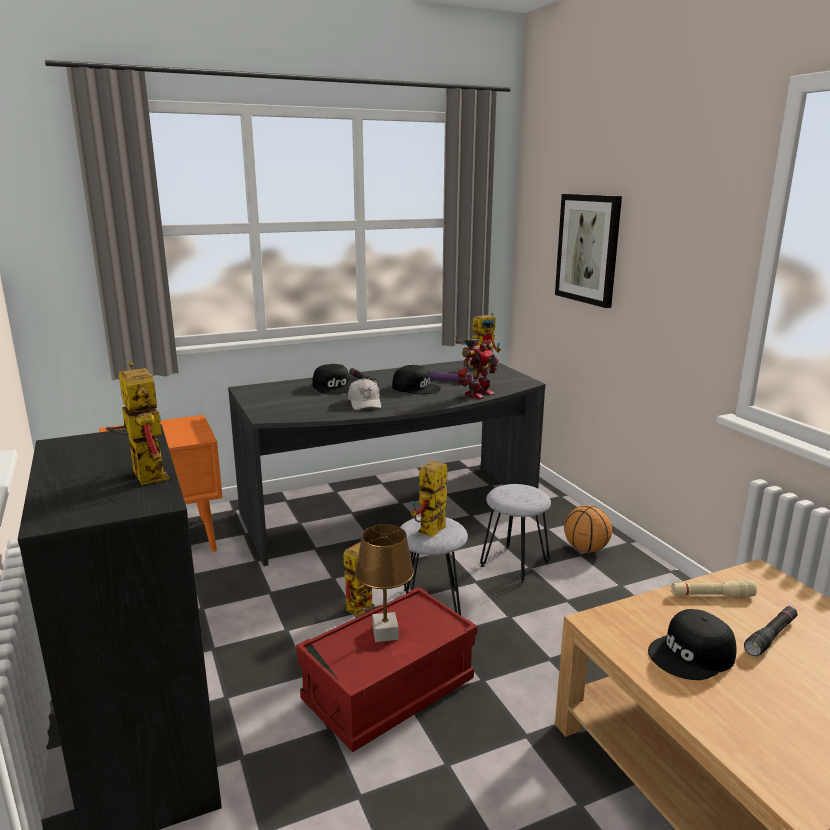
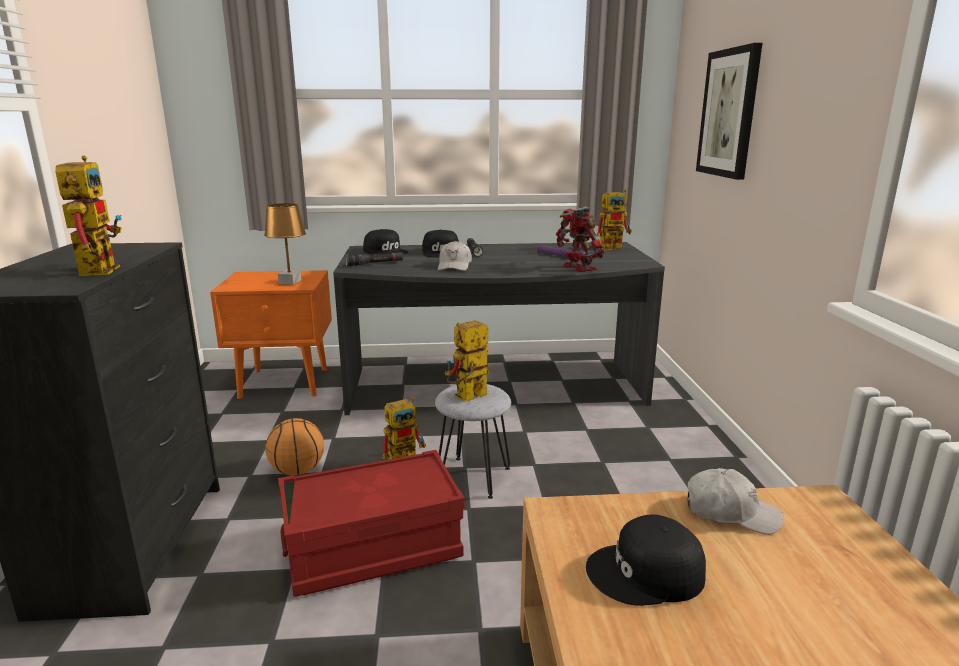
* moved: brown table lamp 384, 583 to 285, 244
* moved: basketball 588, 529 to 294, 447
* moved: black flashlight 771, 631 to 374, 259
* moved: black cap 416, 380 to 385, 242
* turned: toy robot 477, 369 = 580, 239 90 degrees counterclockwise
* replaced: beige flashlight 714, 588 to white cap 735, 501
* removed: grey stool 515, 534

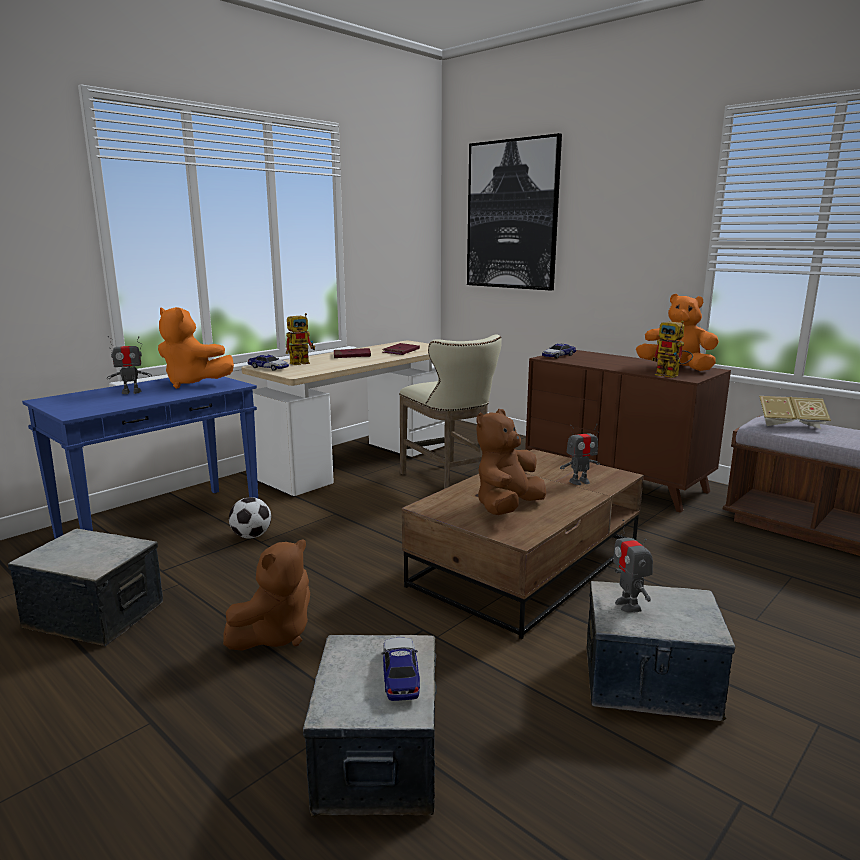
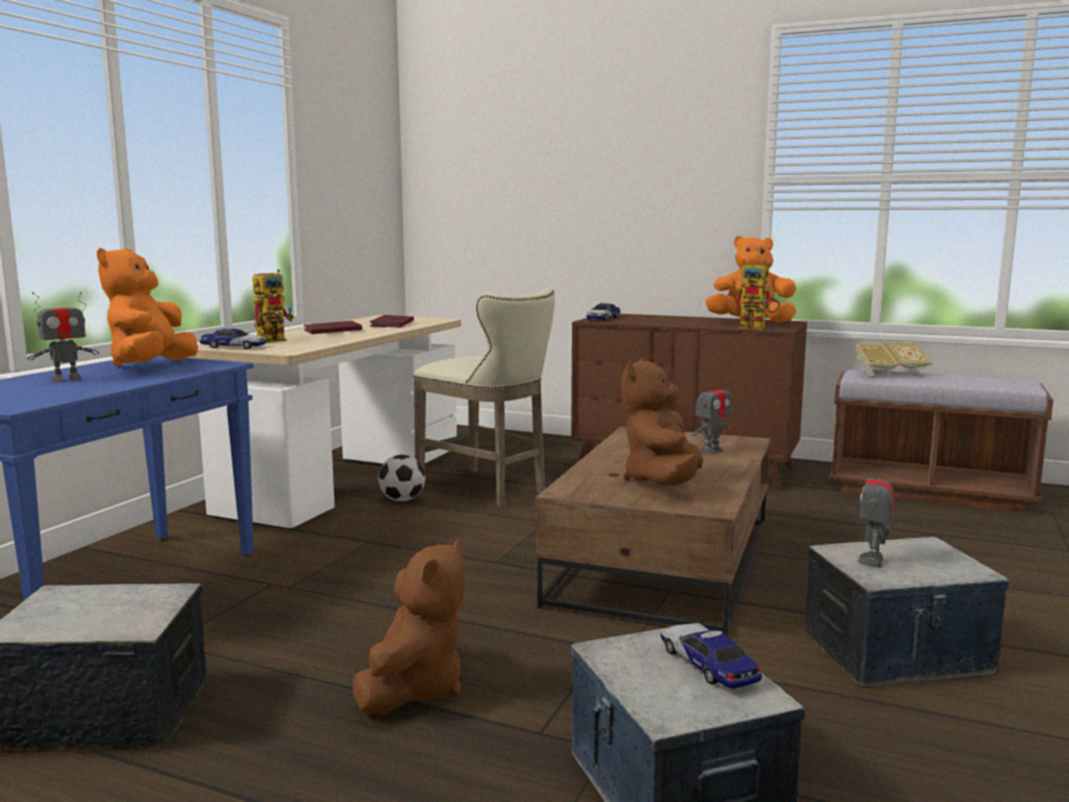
* turned: orange plush toy 196, 348 = 147, 307 90 degrees clockwise
* moved: football 250, 518 to 401, 478
* turned: toy robot 633, 566 = 876, 513 60 degrees clockwise
* removed: picture 514, 212

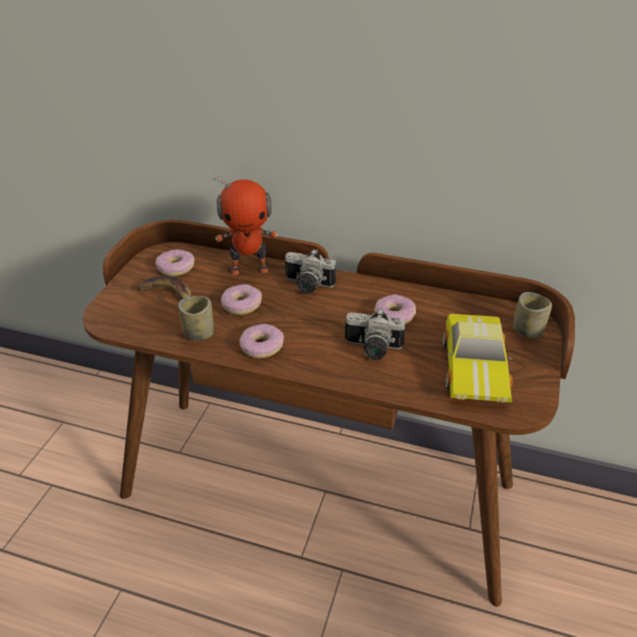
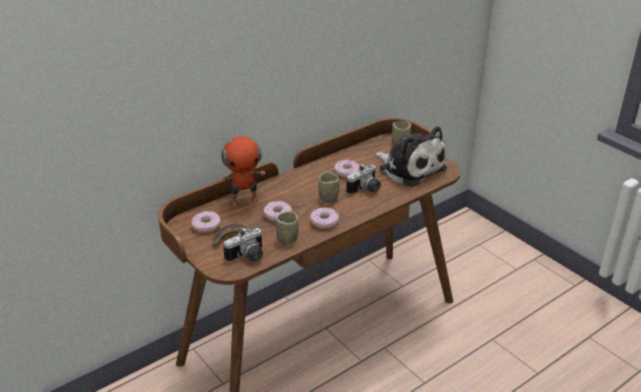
* turned: toy robot 245, 224 = 242, 169 45 degrees clockwise
* moved: photo camera 310, 271 to 243, 245
* added: cup 329, 187
* replaced: toy car 478, 358 to plush toy 411, 156

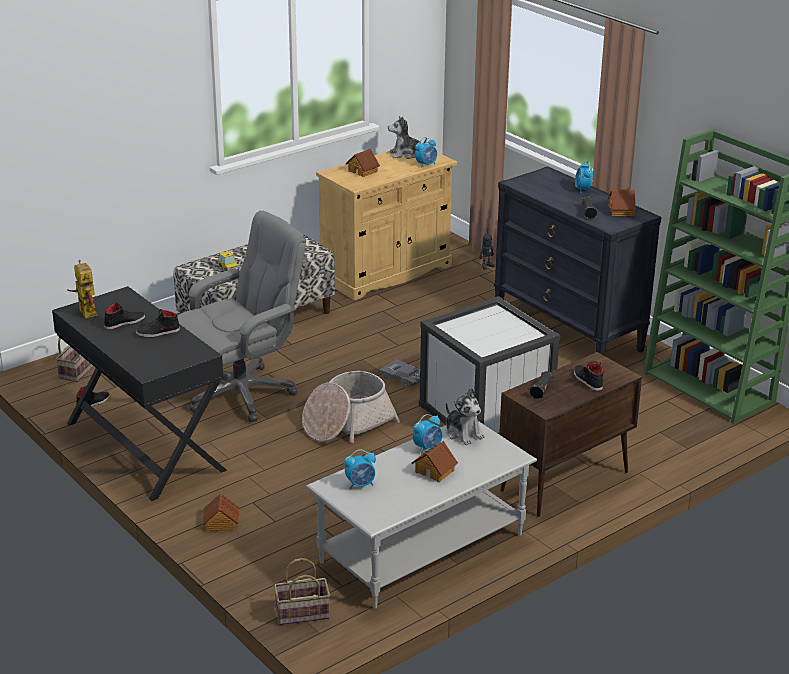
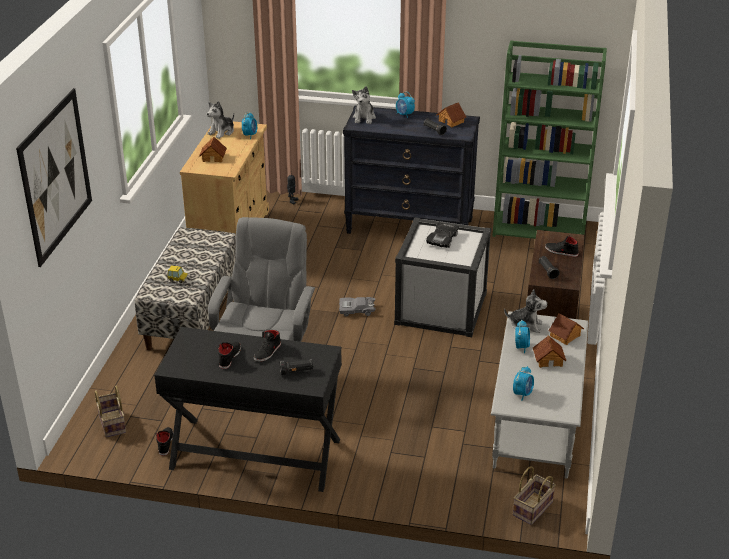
* added: picture 54, 177
* added: black flashlight 297, 367
* added: plush toy 364, 105
* added: black toy car 442, 235
* moved: toy house 220, 512 to 566, 329
* removed: toy robot 82, 289
* removed: basket 351, 407

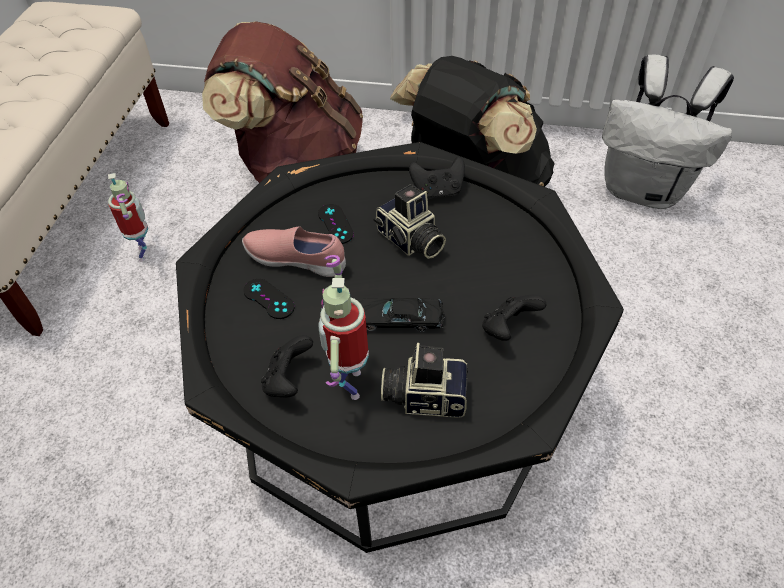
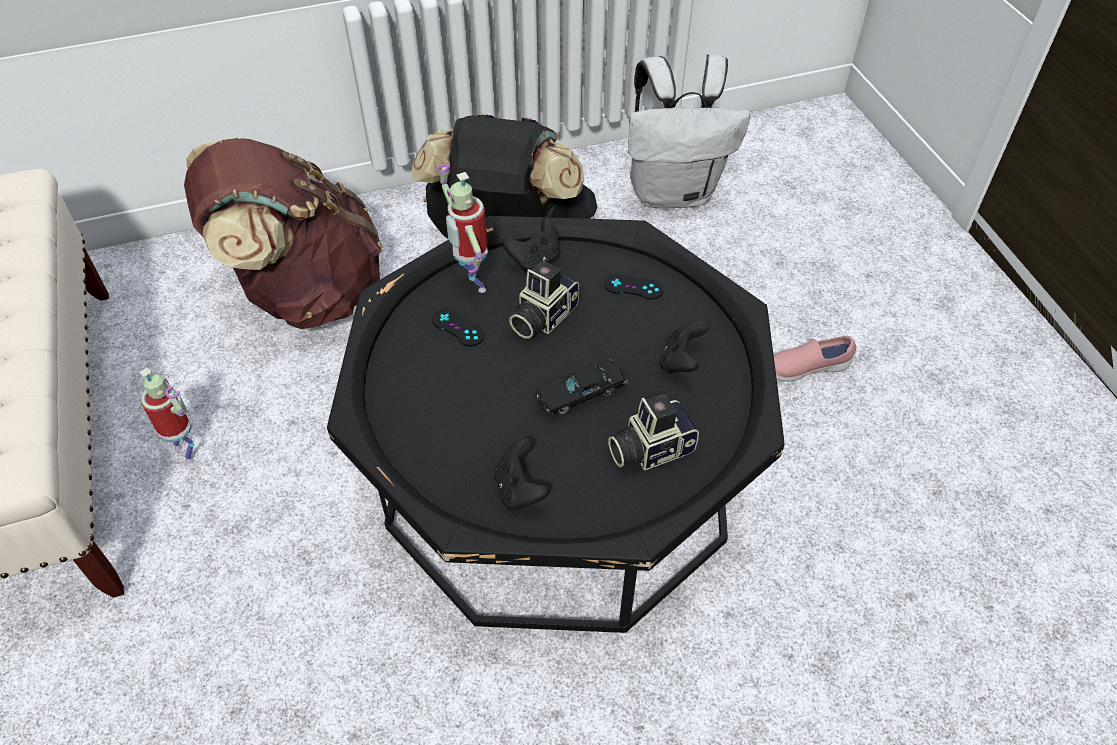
* moved: toy robot 344, 327 to 461, 228
* turned: photo camera 409, 221 = 544, 300 105 degrees clockwise
* moved: black game controller 269, 299 to 634, 287
* moved: pink shoe 294, 251 to 815, 359

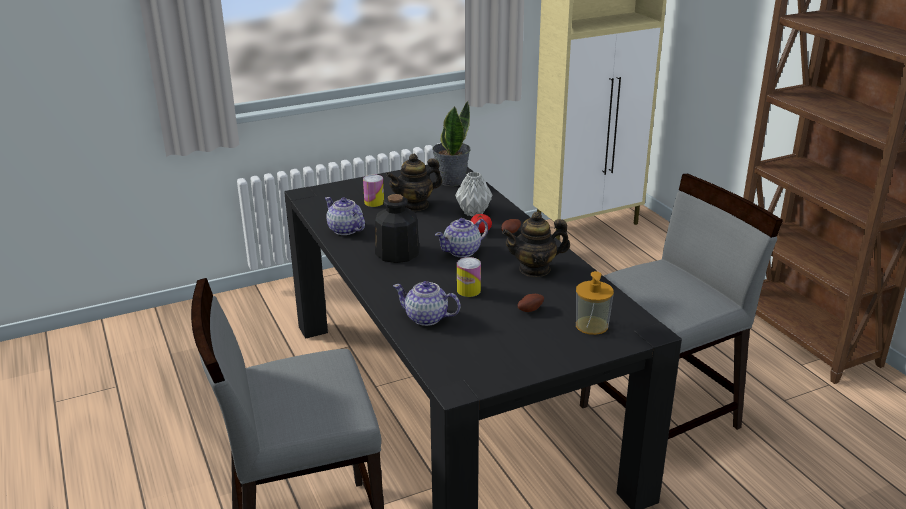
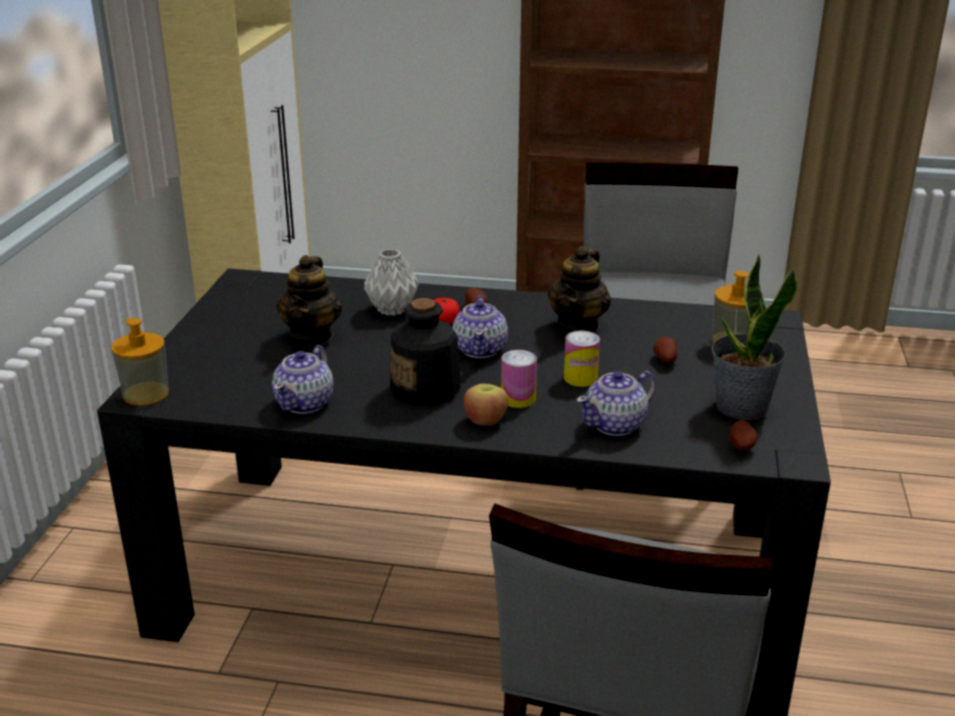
* added: soap dispenser 140, 361
* turned: teapot 345, 216 = 302, 379 60 degrees counterclockwise
* added: apple 486, 405
* moved: can 373, 190 to 519, 379
* moved: potted plant 451, 143 to 755, 337
* added: potato 744, 435

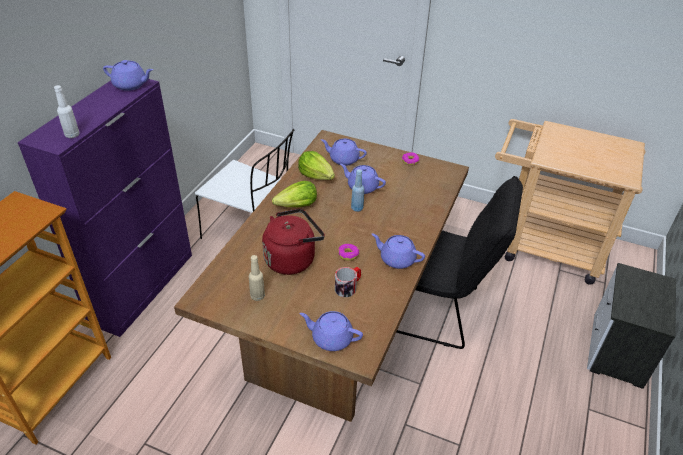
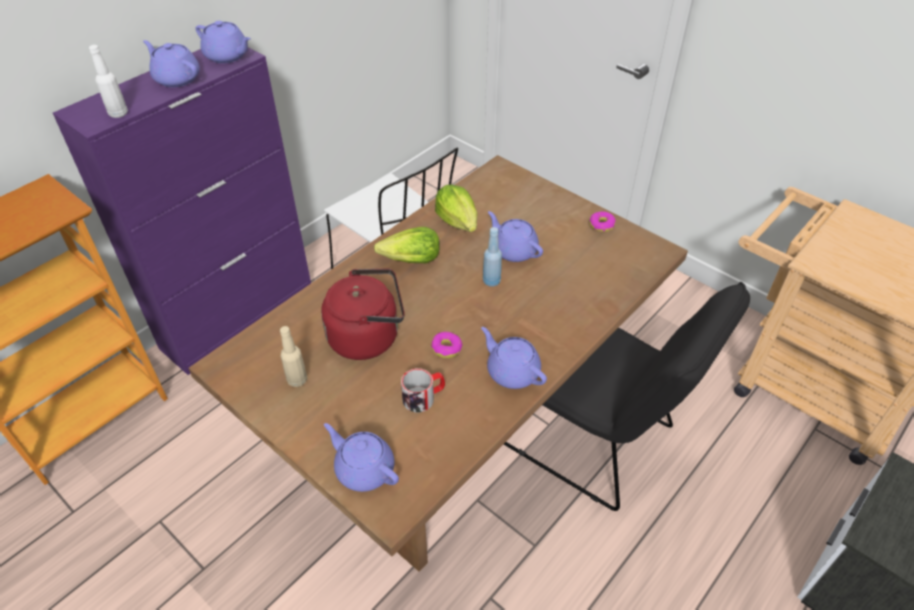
* moved: purple teapot 344, 152 to 171, 63

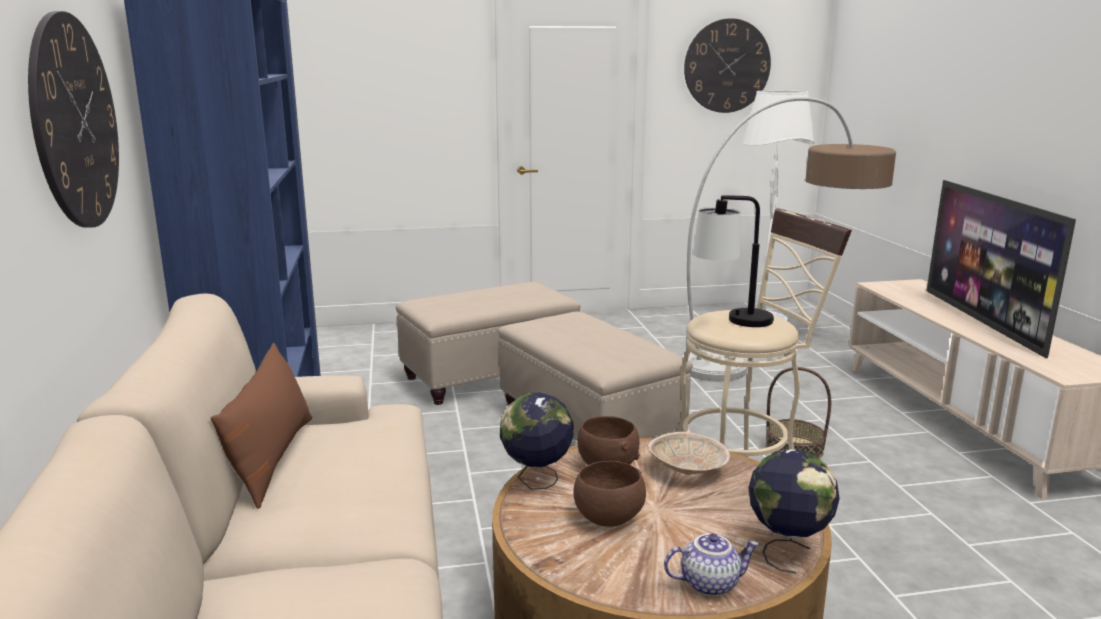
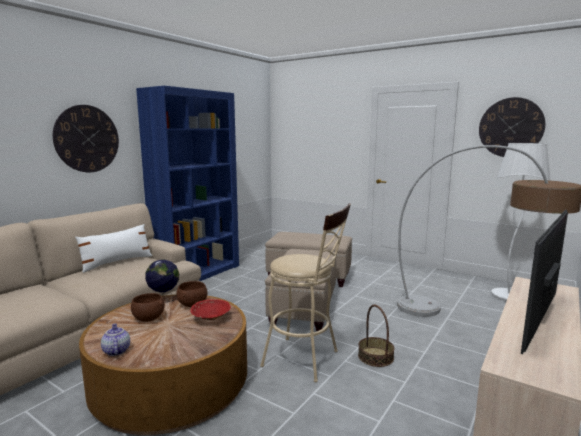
* recoloured: brown pillow 261, 426 to white pillow 113, 248
* turned: teapot 712, 564 = 115, 339 150 degrees counterclockwise
* recoloured: beige bowl 689, 453 to red bowl 210, 309
* removed: table lamp 733, 261
* removed: globe 794, 511

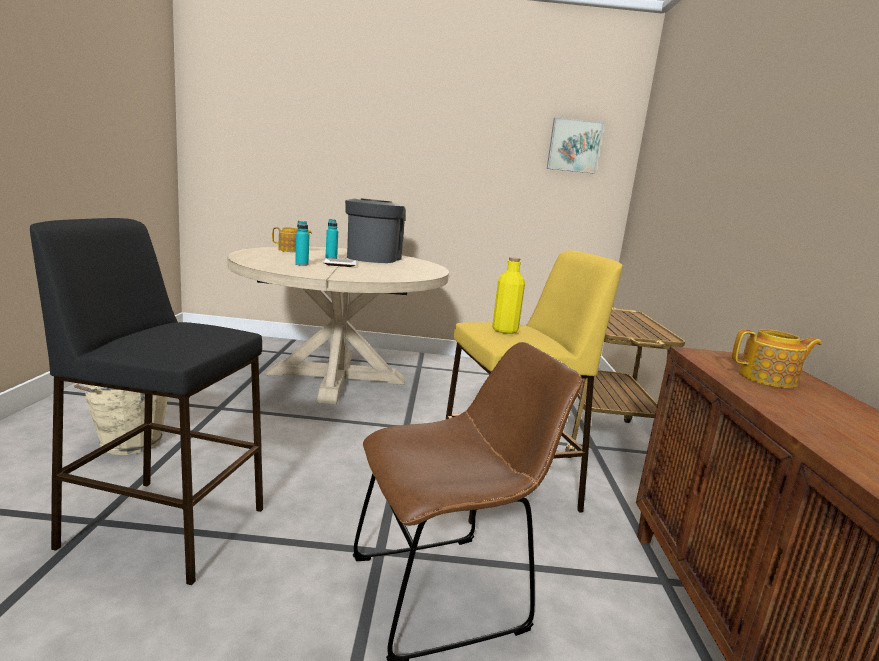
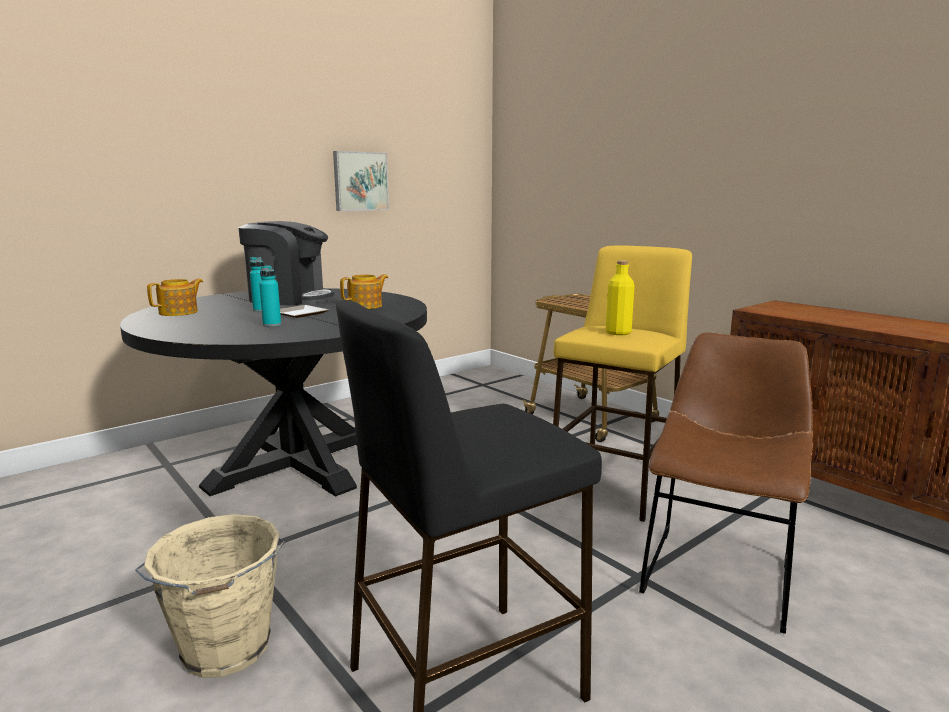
* recoloured: beige dining table 338, 325 to black dining table 273, 392
* turned: coffee machine 375, 230 = 286, 263 135 degrees clockwise
* moved: picture 575, 145 to 361, 181
* moved: teapot 776, 358 to 364, 291

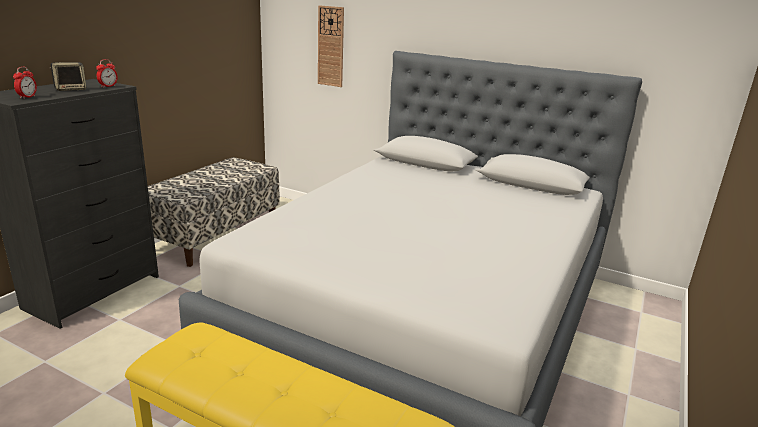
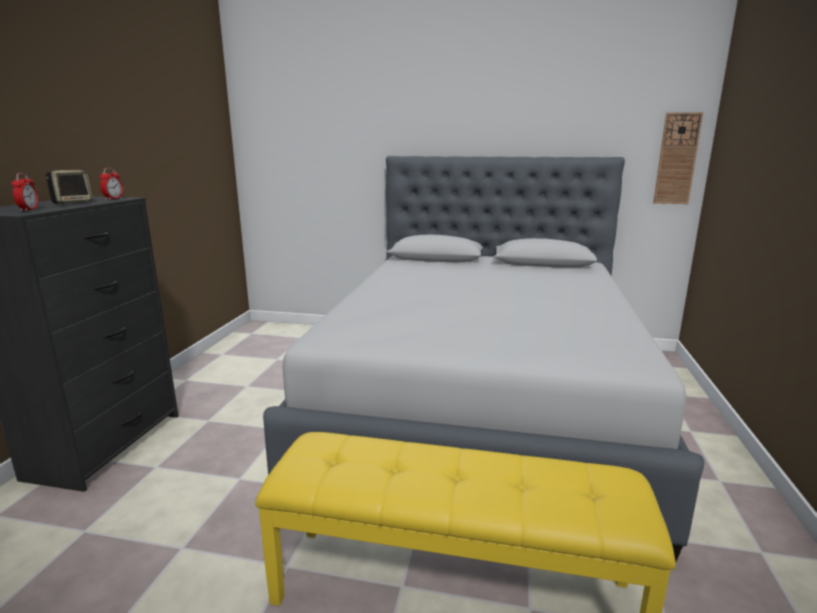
* moved: wall clock 331, 46 to 678, 158
* removed: bench 214, 212

